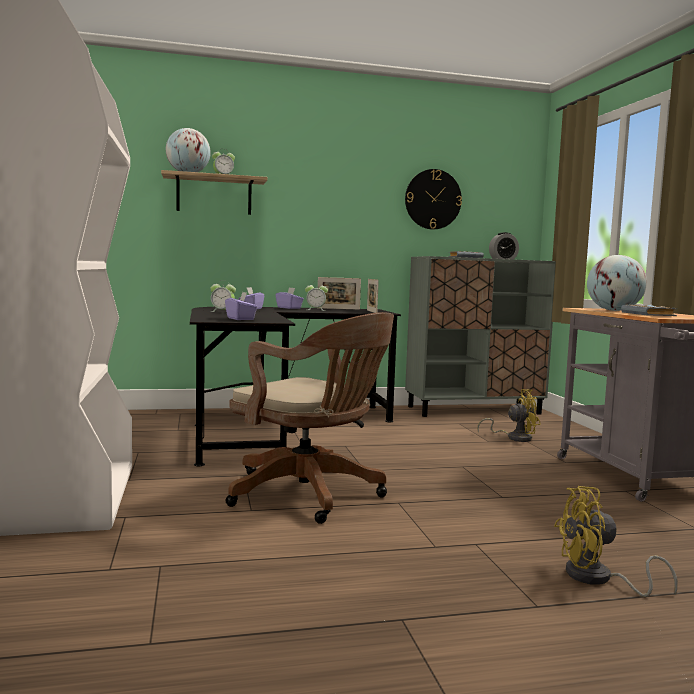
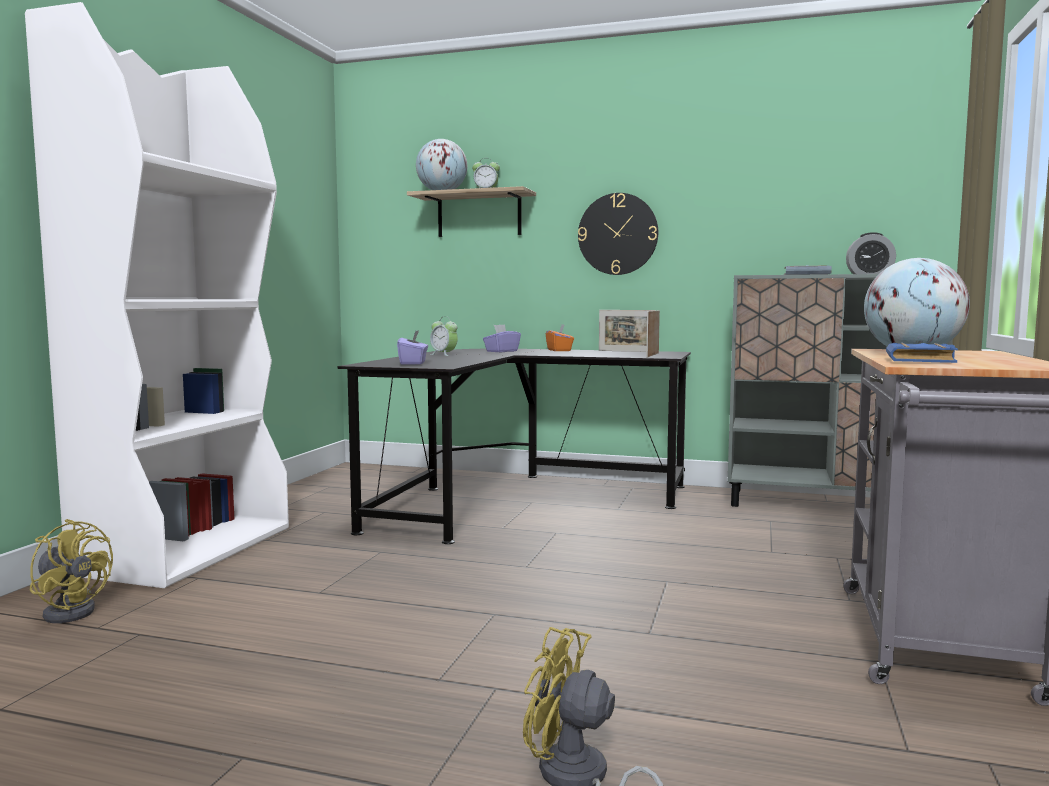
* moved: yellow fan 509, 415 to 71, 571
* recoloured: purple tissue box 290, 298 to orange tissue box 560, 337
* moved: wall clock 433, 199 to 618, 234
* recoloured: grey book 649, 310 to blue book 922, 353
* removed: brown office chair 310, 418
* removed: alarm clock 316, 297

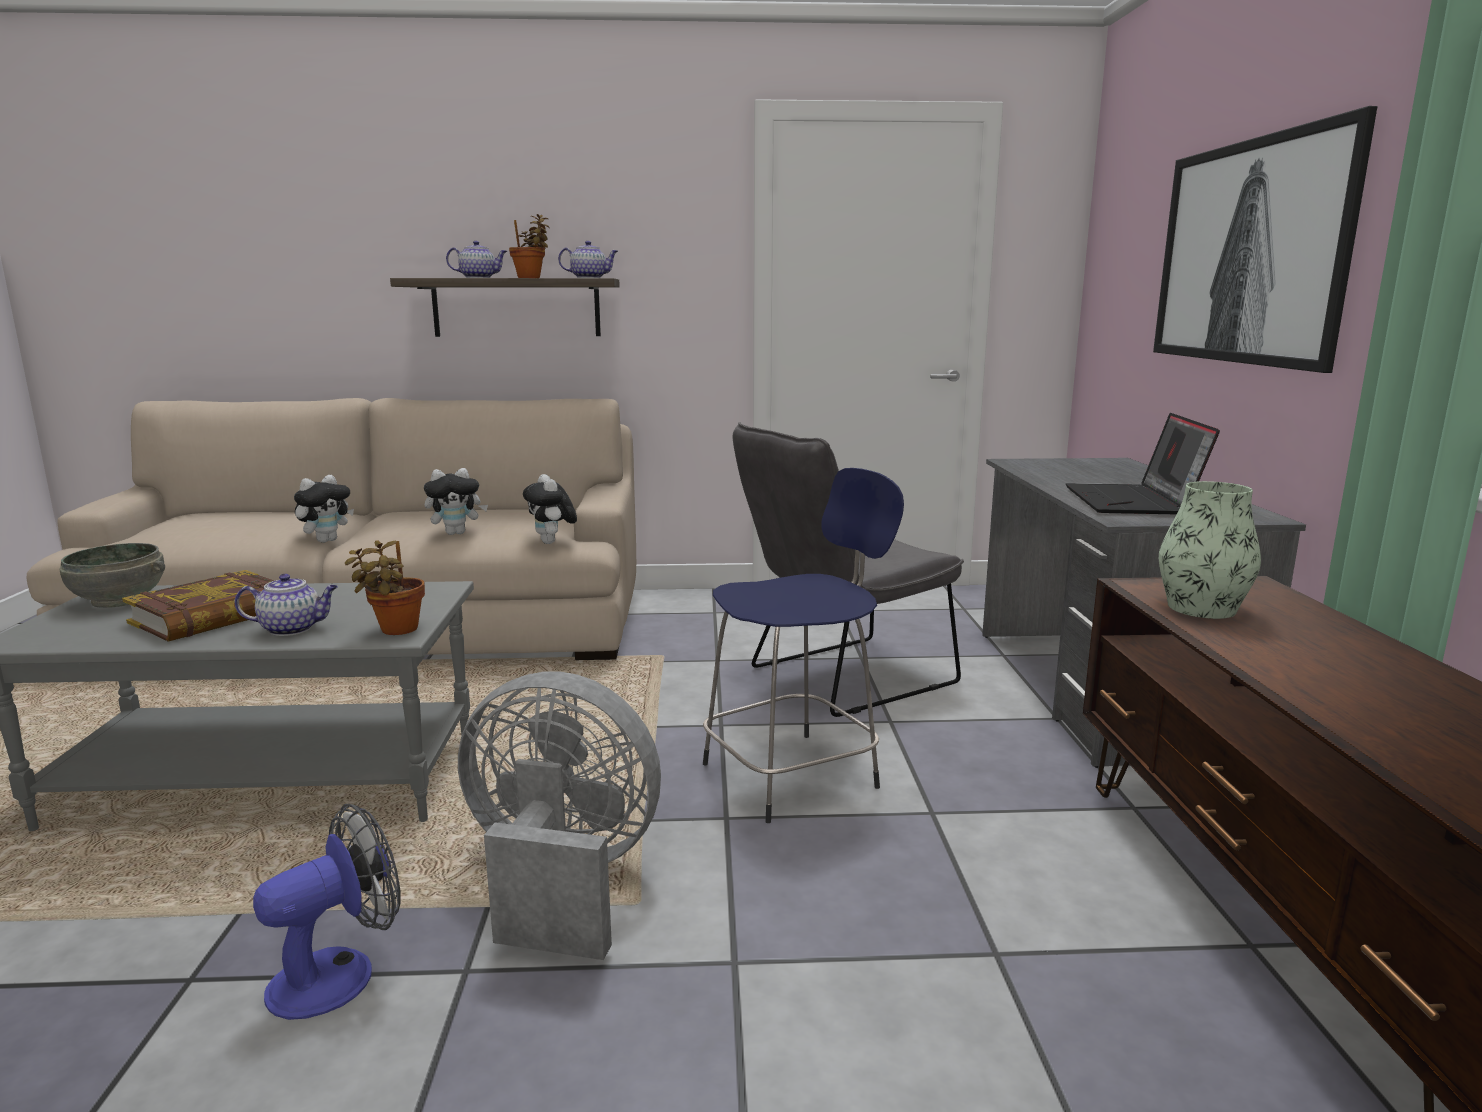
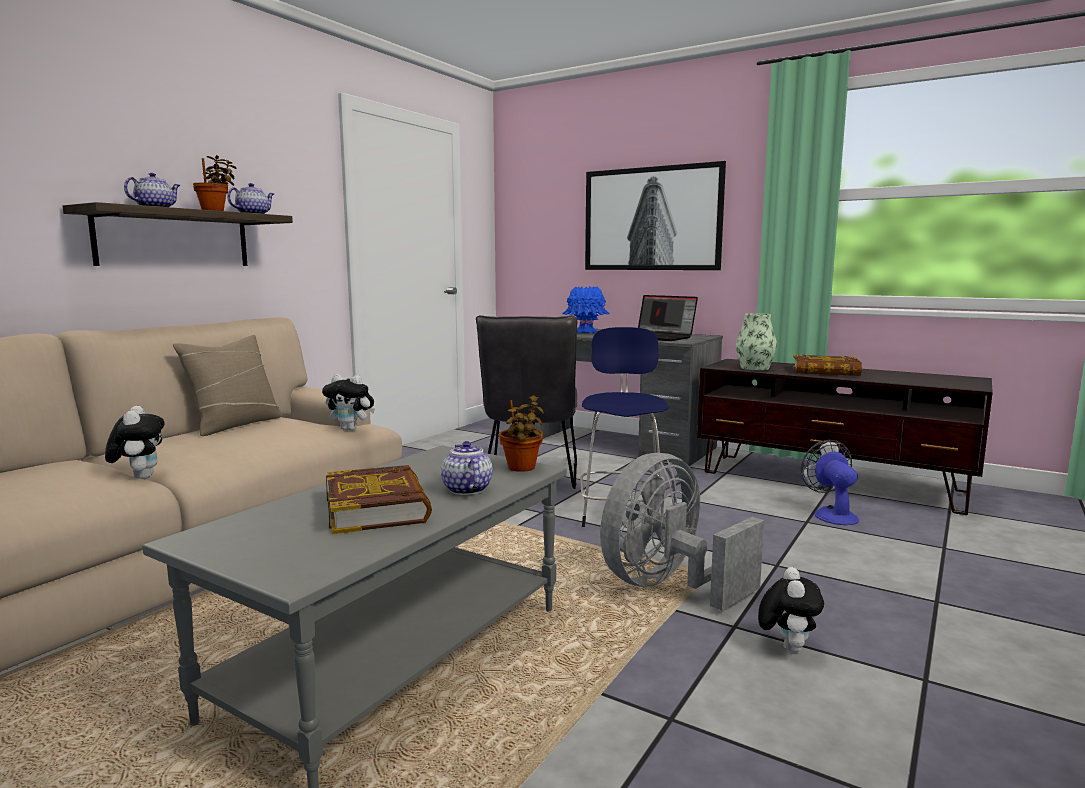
* added: beige pillow 228, 385
* turned: teapot 286, 605 = 467, 468 45 degrees counterclockwise
* added: blue vase 586, 309
* moved: plush toy 456, 501 to 791, 610
* added: book 827, 365
* moved: fan 326, 912 to 830, 482
* removed: grey bowl 112, 575

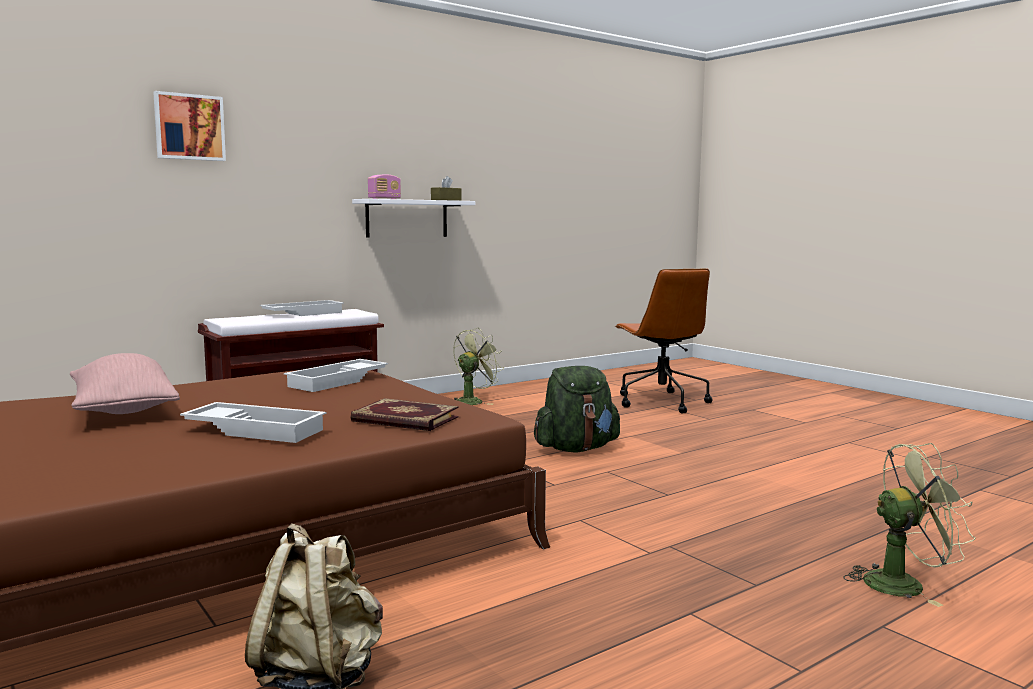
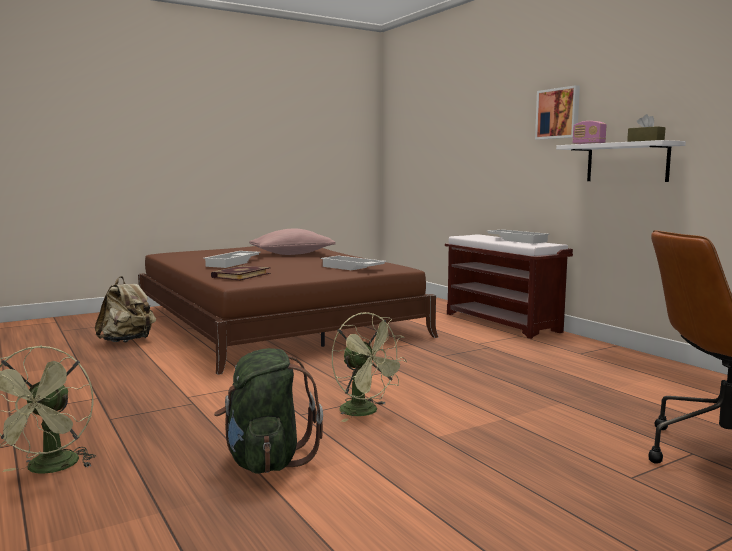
* moved: green backpack 577, 409 to 268, 411
* moved: green fan 478, 366 to 369, 367
* moved: picture 189, 126 to 557, 112

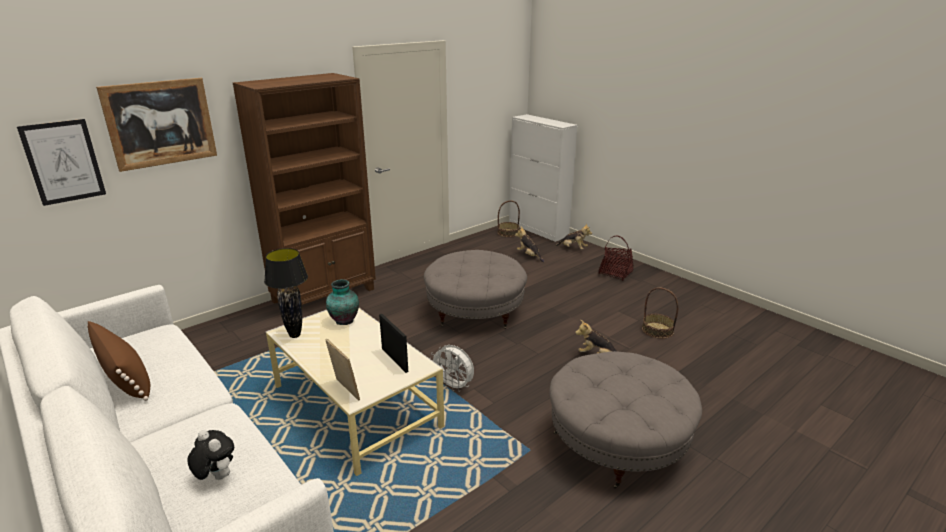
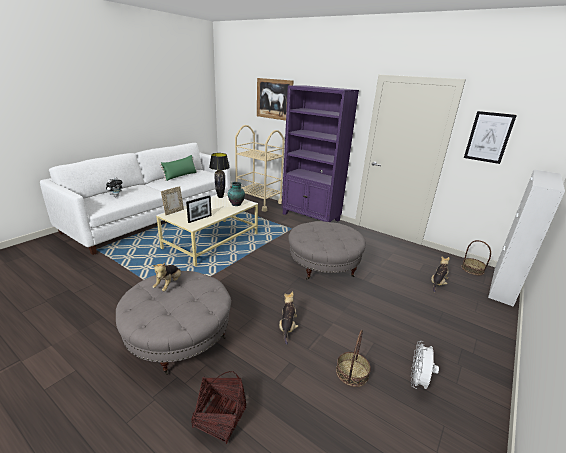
* moved: plush toy 573, 236 to 166, 276
* recoloured: brown pillow 118, 361 to green pillow 178, 168
* moved: basket 615, 258 to 218, 407
* added: beige cart 260, 168
* recoloured: brown bookcase 304, 189 to purple bookcase 320, 153
* moved: white fan 452, 368 to 425, 365
* moved: picture 61, 162 to 490, 137

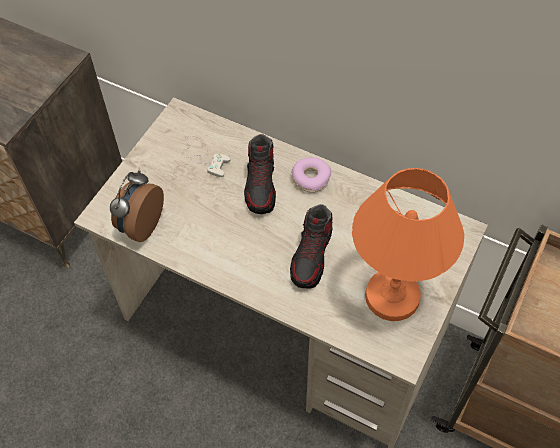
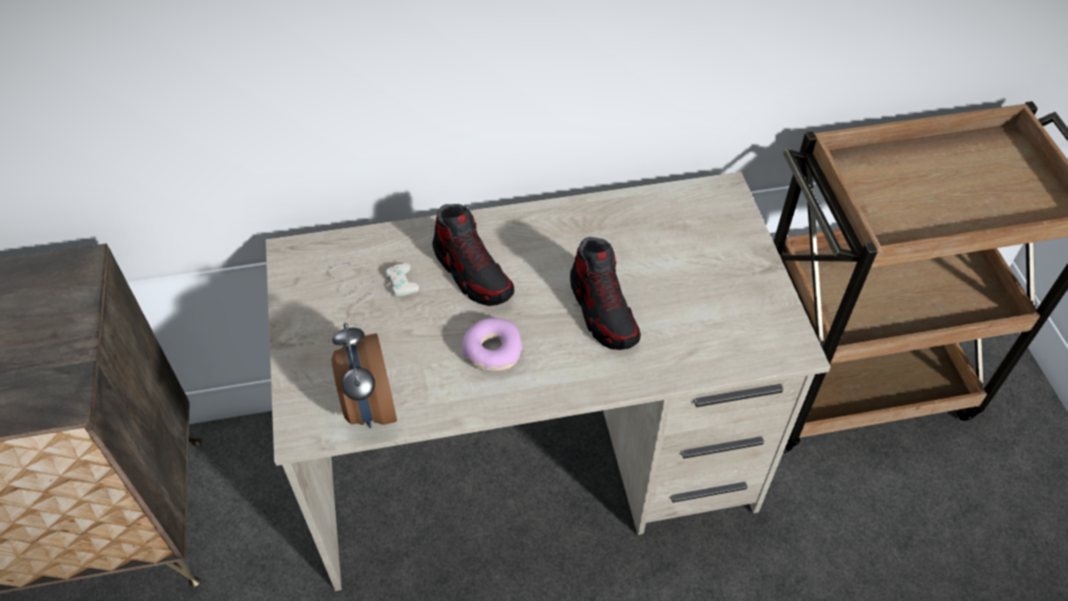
* moved: donut 311, 175 to 492, 344
* removed: orange table lamp 408, 244

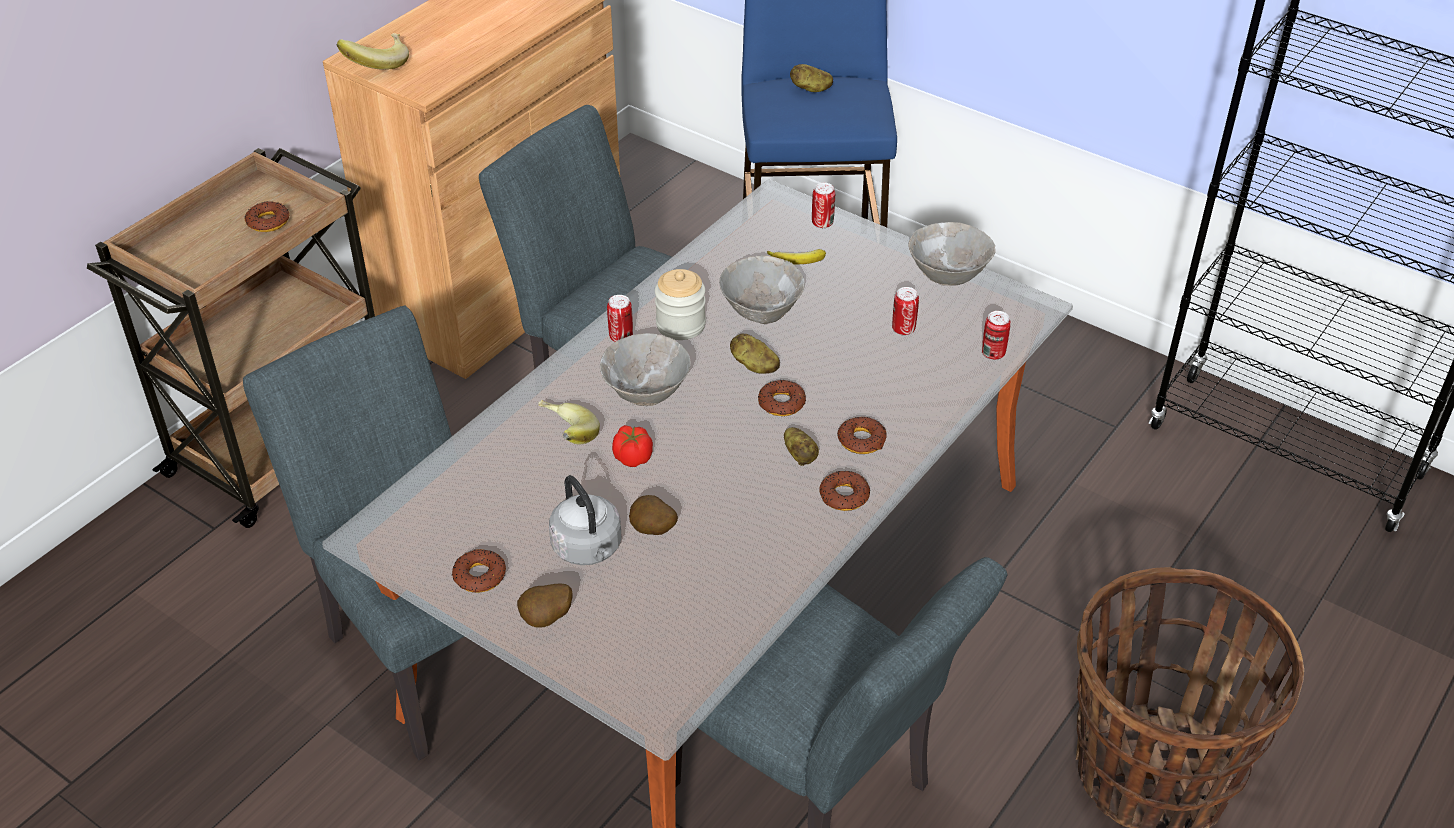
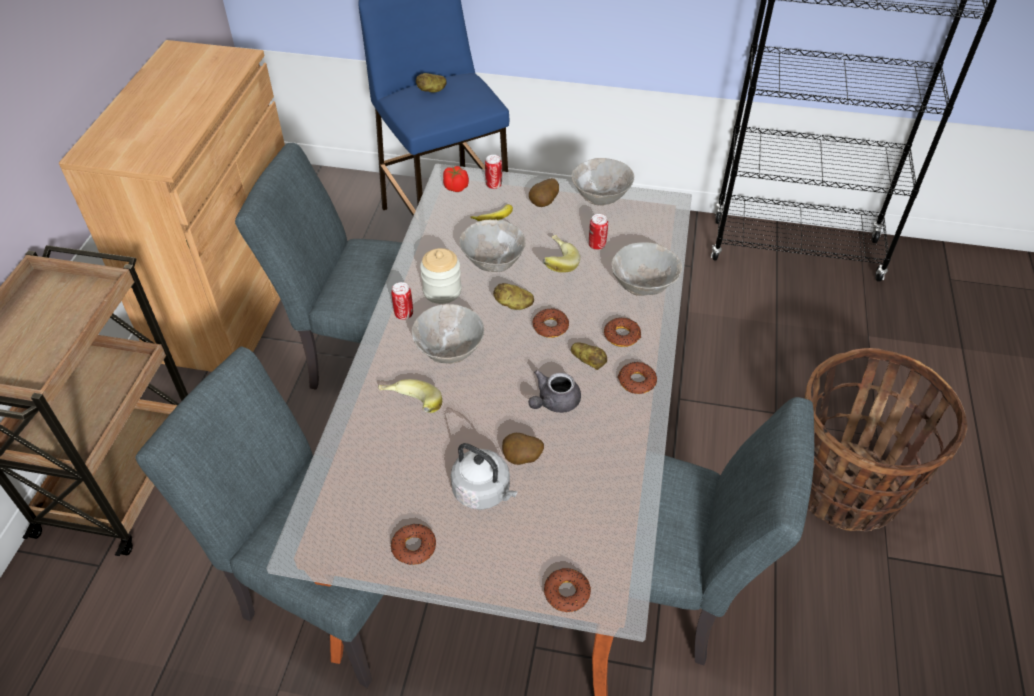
* moved: tomato 632, 446 to 456, 179
* added: grey teapot 554, 391
* moved: potato 544, 605 to 544, 192
* moved: banana 372, 51 to 561, 254
* moved: donut 266, 216 to 567, 590
* added: grey bowl 646, 269
* removed: can 996, 335

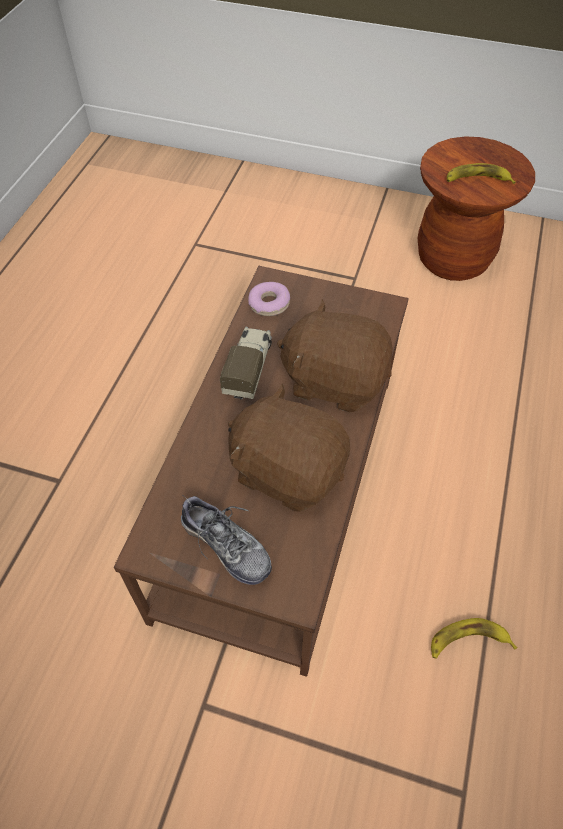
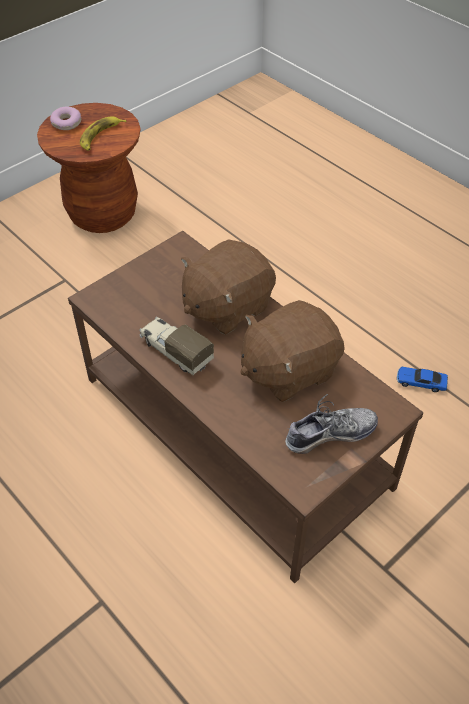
* moved: donut 269, 299 to 65, 118
* replaced: banana 474, 638 to toy car 422, 379

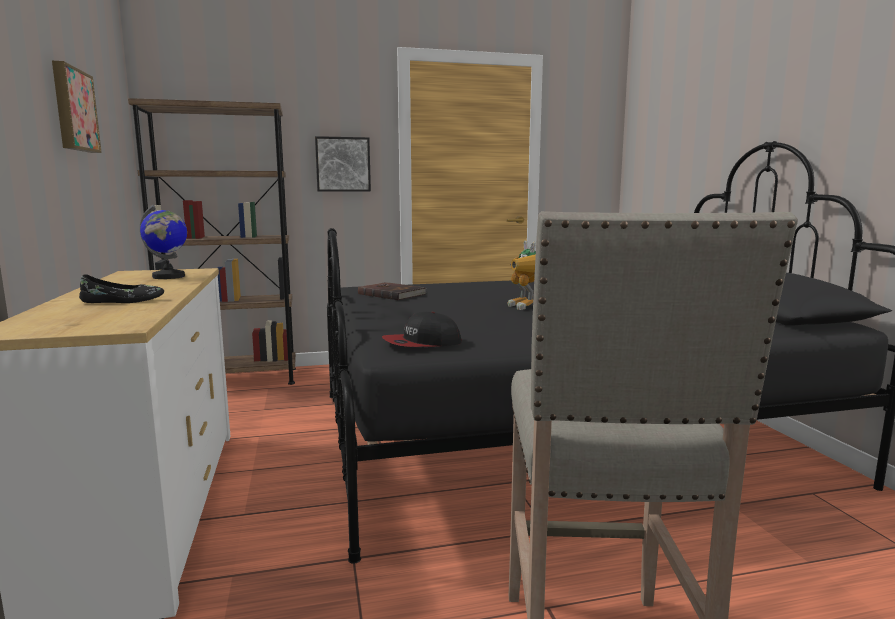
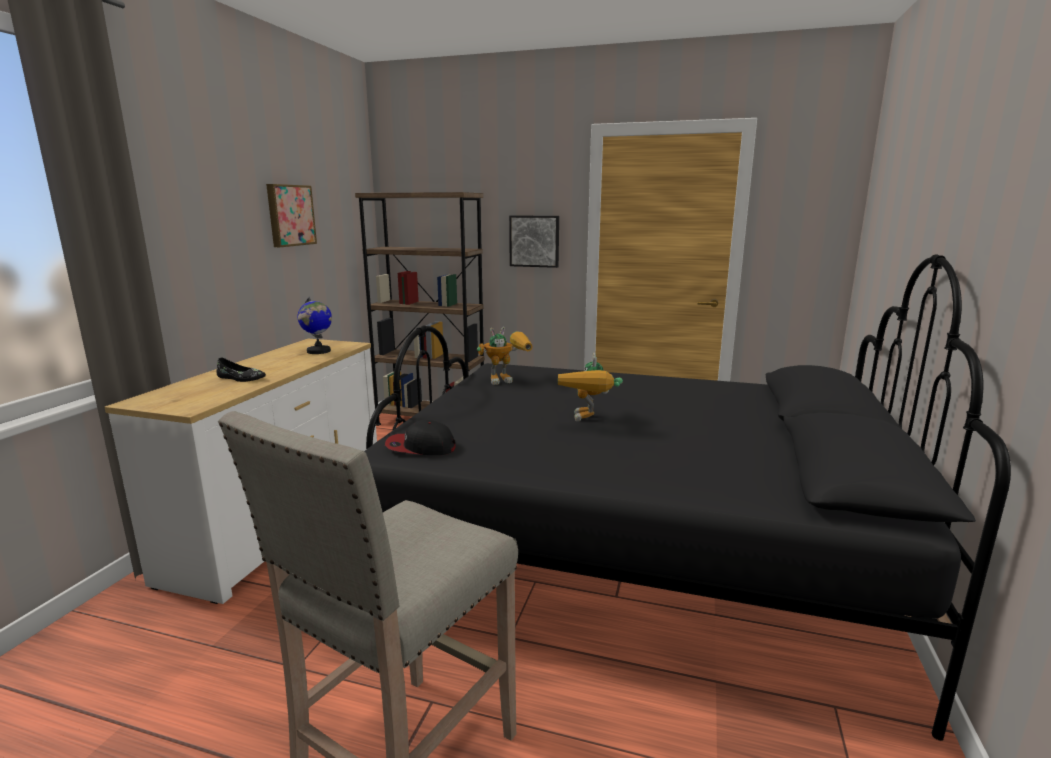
* replaced: brown book 392, 291 to toy robot 505, 356

